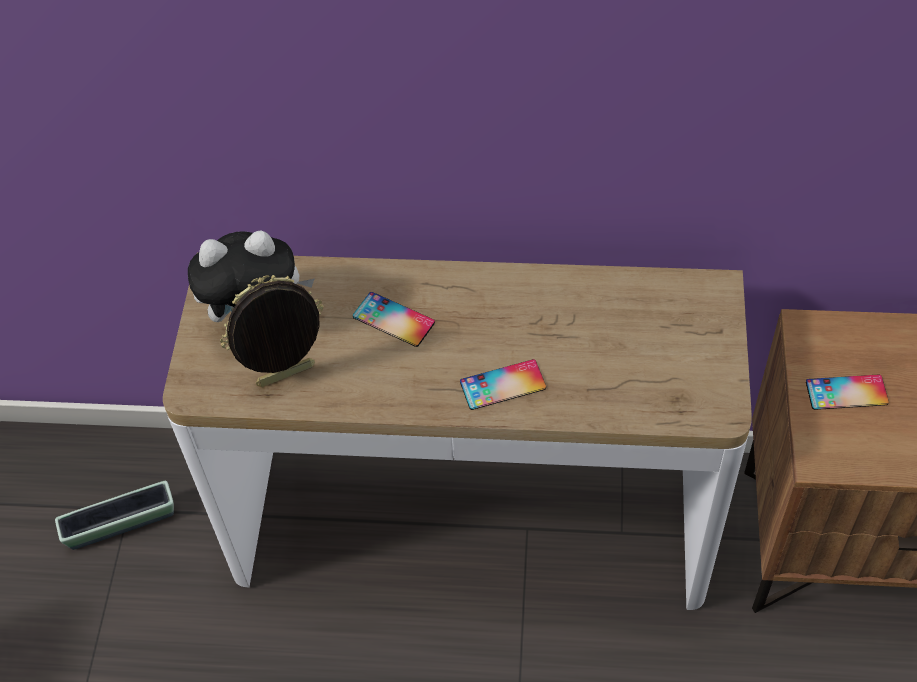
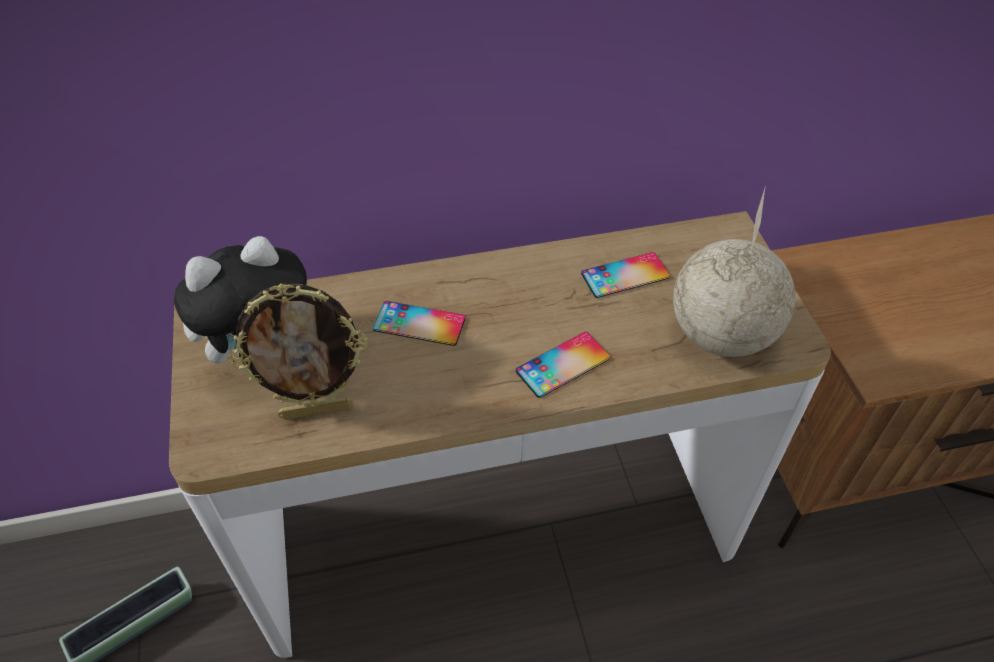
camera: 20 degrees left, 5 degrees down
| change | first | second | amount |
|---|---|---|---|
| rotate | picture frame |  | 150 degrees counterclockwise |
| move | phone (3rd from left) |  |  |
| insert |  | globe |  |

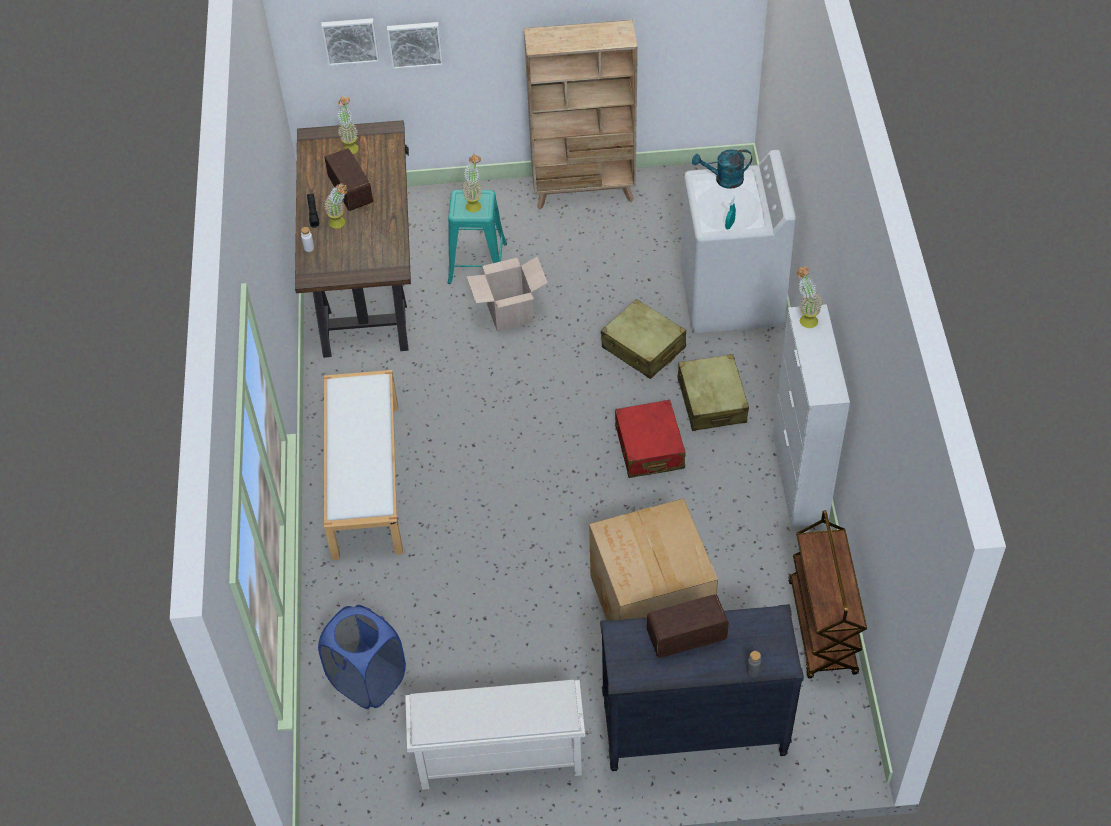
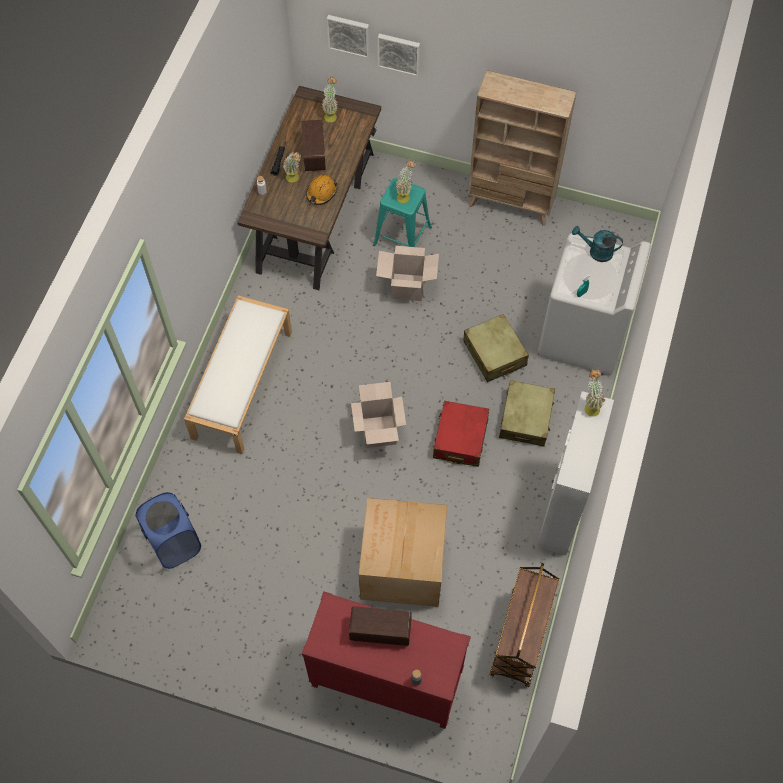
camera: 20 degrees right, 10 degrees up
| change | first | second | amount |
|---|---|---|---|
| recolor | dresser (black) | dresser (red) |  |
| delete | shoe rack (white) |  |  |
| insert |  | hard hat (orange) |  |
| insert |  | cardboard box (1st from left) |  |

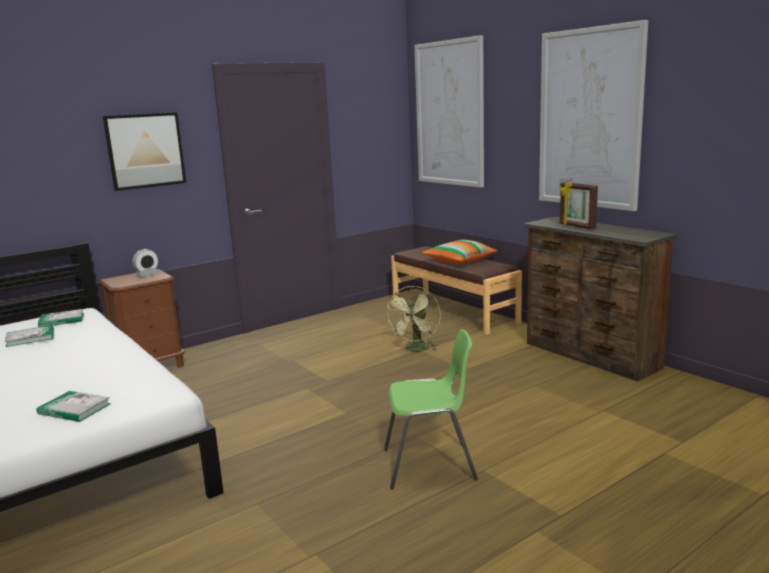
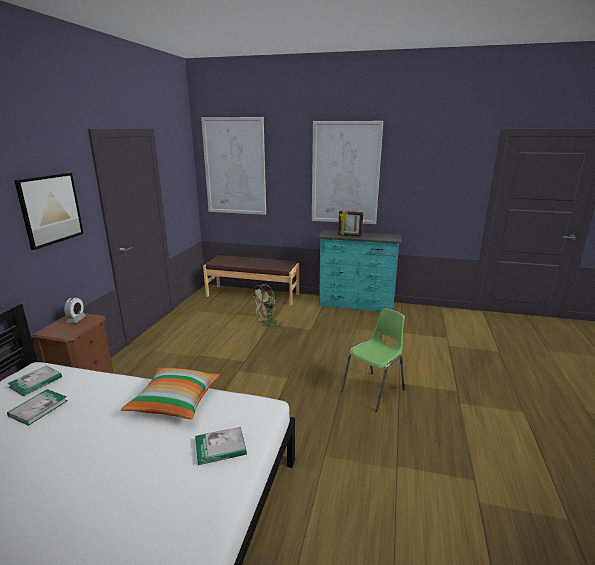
camera: 40 degrees left, 5 degrees up
| change | first | second | amount |
|---|---|---|---|
| recolor | dresser (brown) | dresser (turquoise) |  |
| move | pillow |  |  |
| rotate | fan (green) |  | 75 degrees clockwise |

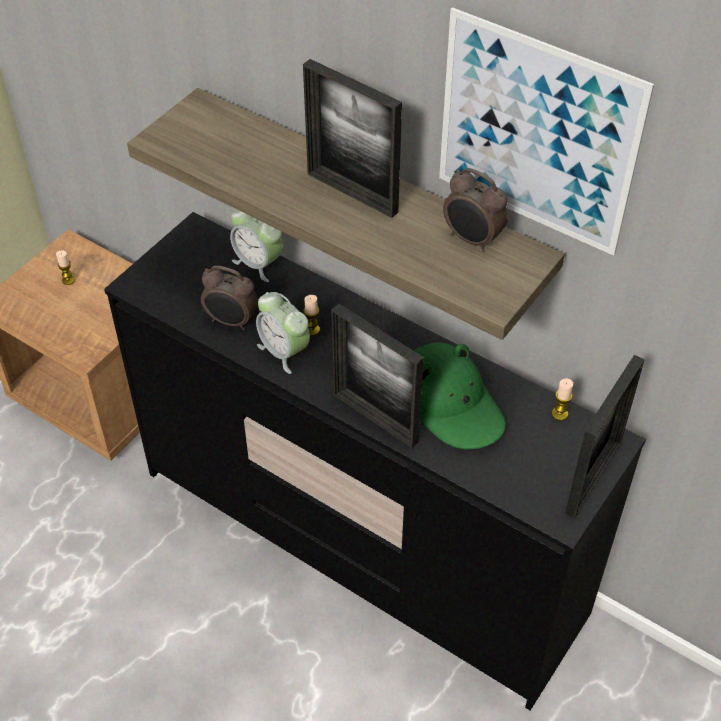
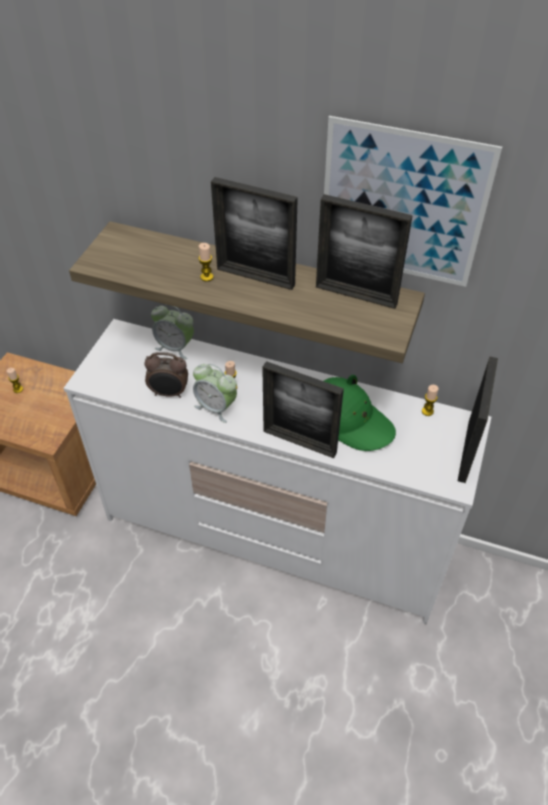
camera: 15 degrees left, 0 degrees up
| change | first | second | amount |
|---|---|---|---|
| replace | alarm clock (4th from left) | picture frame (3rd from left) |  |
| recolor | dresser (black) | dresser (white) |  |
| insert |  | candle (2nd from left) |  |

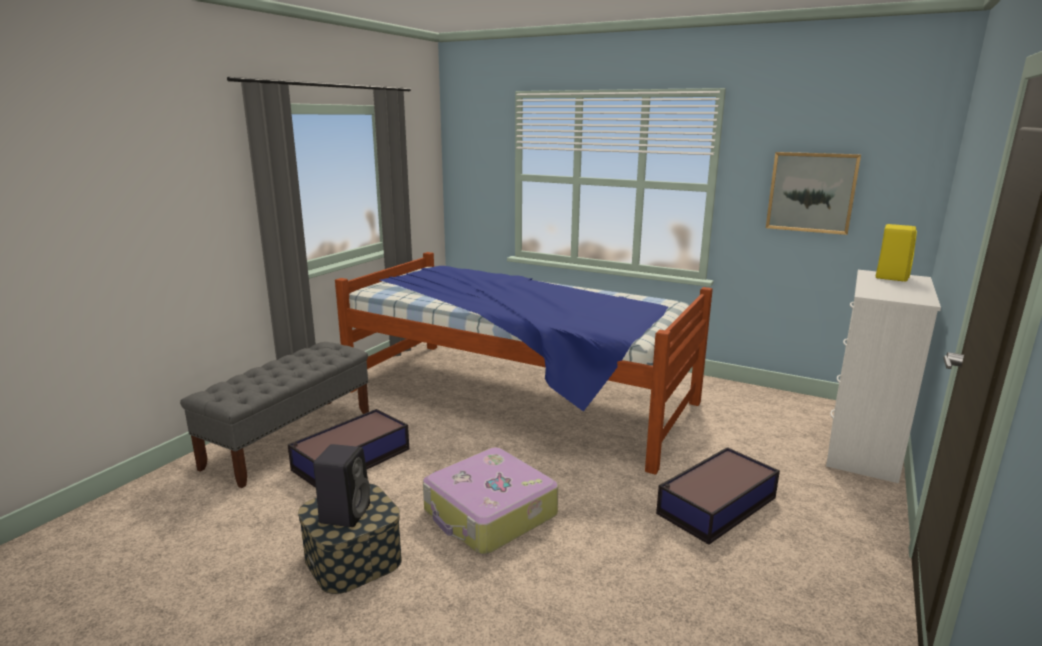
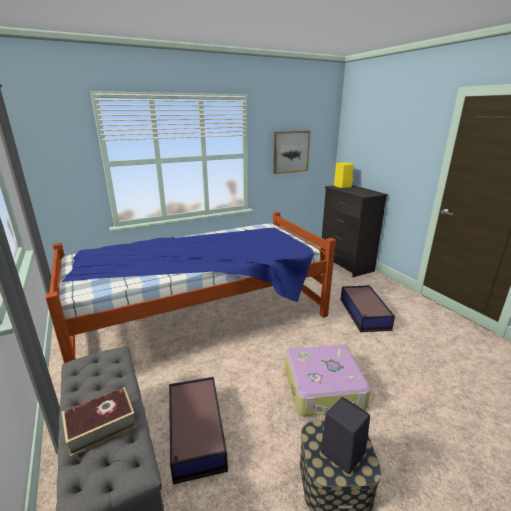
camera: 55 degrees left, 5 degrees up
| change | first | second | amount |
|---|---|---|---|
| recolor | dresser (white) | dresser (black) |  |
| insert |  | book |  |

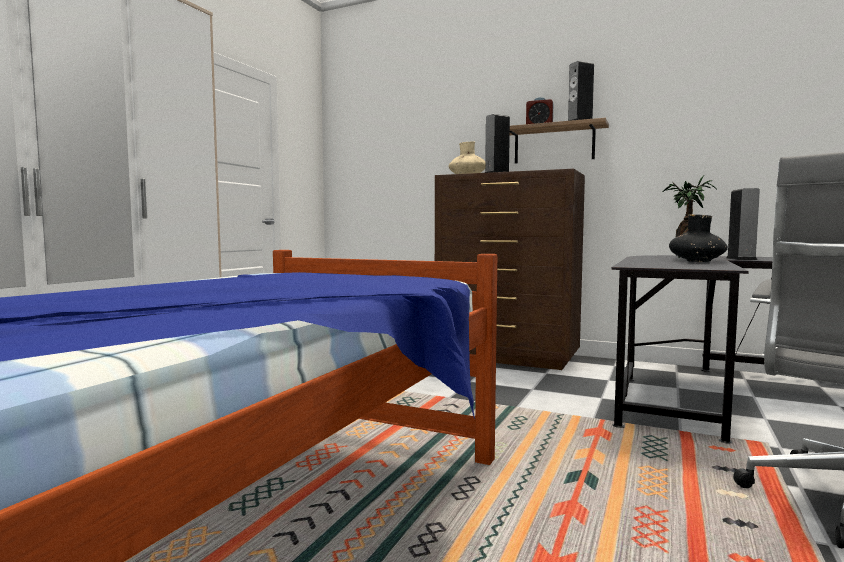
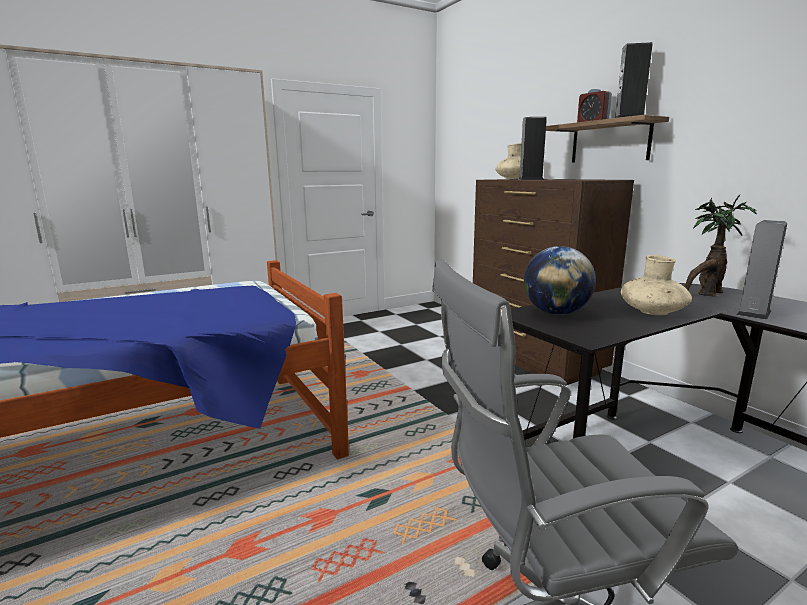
camera: 35 degrees right, 10 degrees up
| change | first | second | amount |
|---|---|---|---|
| recolor | vase (black) | vase (beige) (2nd from left) |  |
| insert |  | globe |  |

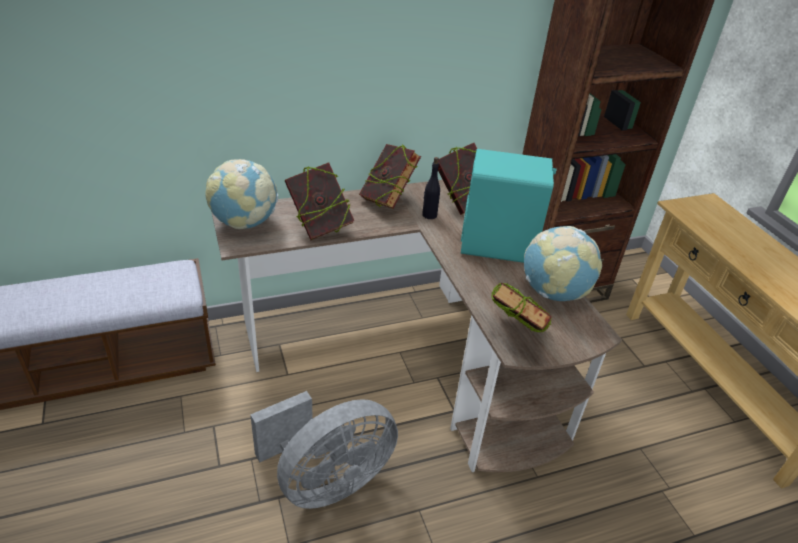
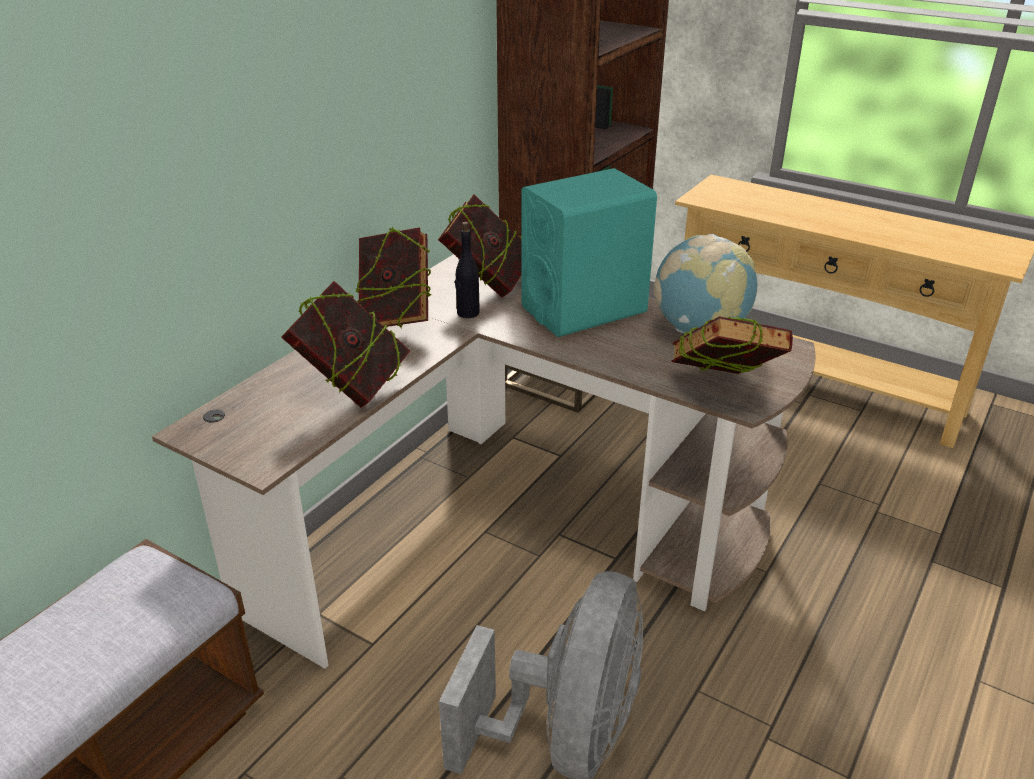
camera: 35 degrees left, 5 degrees down
| change | first | second | amount |
|---|---|---|---|
| delete | globe (1st from left) |  |  |

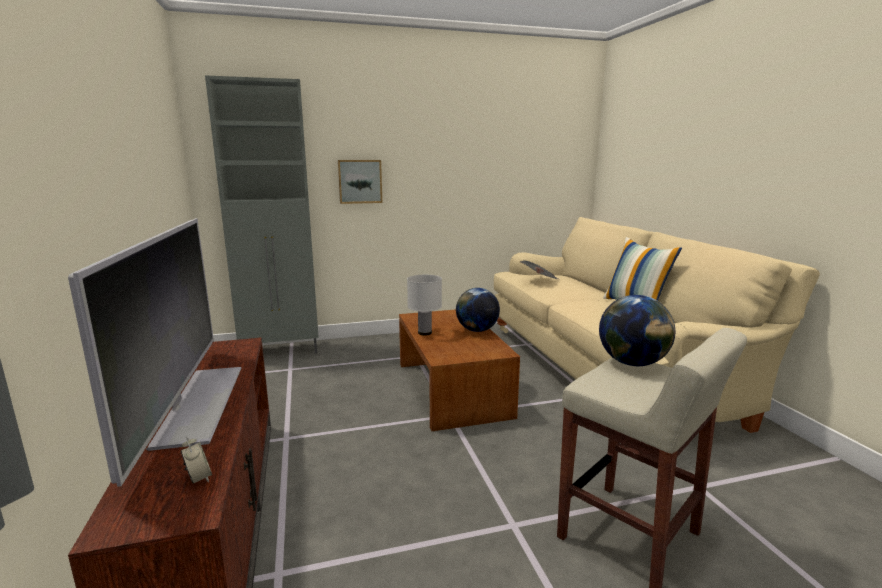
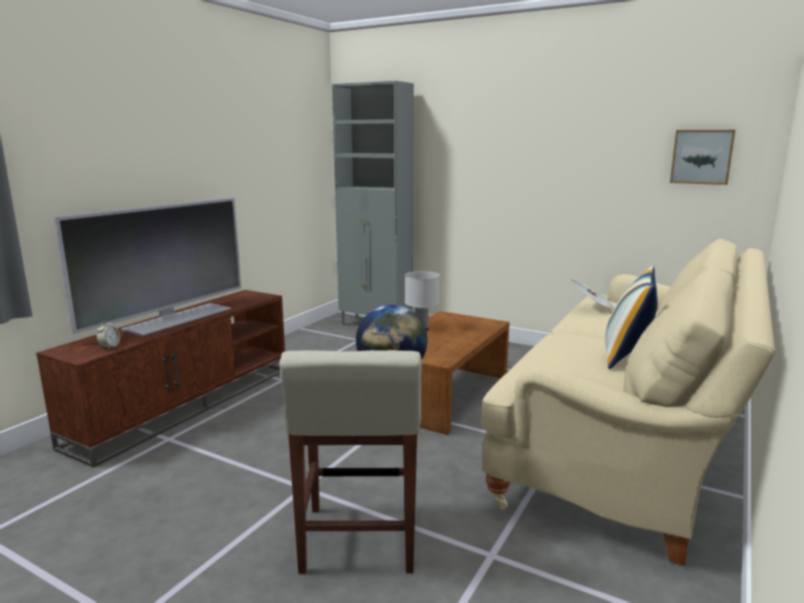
camera: 45 degrees right, 0 degrees up
| change | first | second | amount |
|---|---|---|---|
| move | picture |  |  |
| delete | globe (1st from left) |  |  |

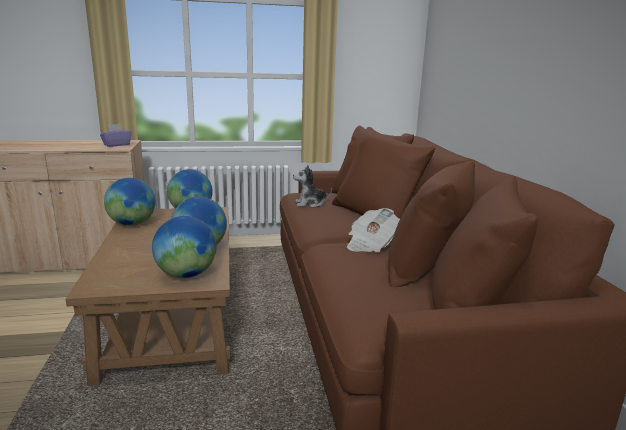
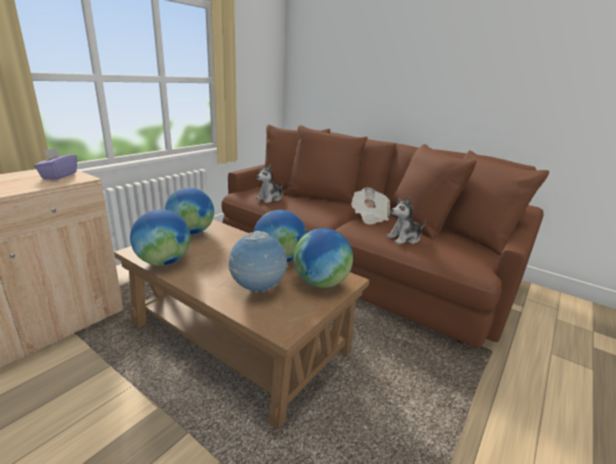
camera: 45 degrees left, 5 degrees up
| change | first | second | amount |
|---|---|---|---|
| insert |  | plush toy (2nd from left) |  |
| insert |  | globe (3rd from left) |  |

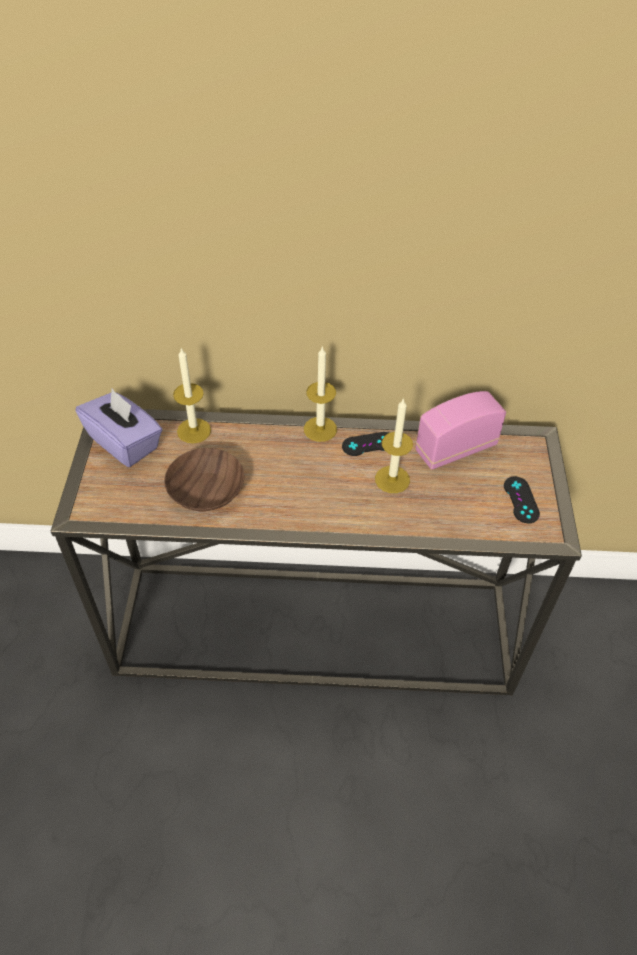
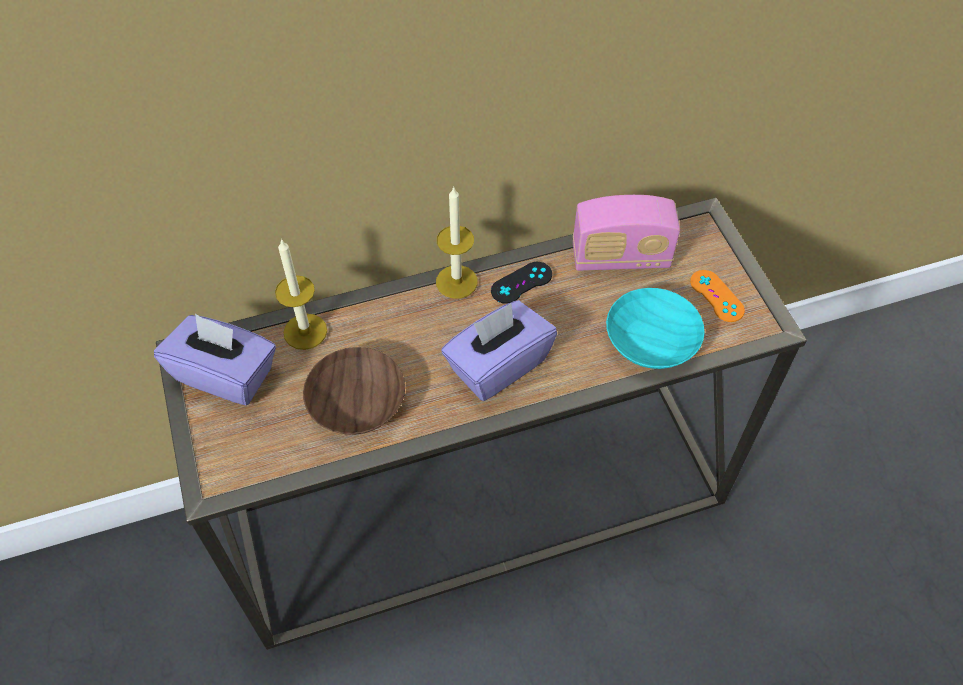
camera: 20 degrees left, 5 degrees up
| change | first | second | amount |
|---|---|---|---|
| rotate | radio |  | 135 degrees counterclockwise |
| delete | candle (3rd from left) |  |  |
| recolor | game controller (black) (2nd from left) | game controller (orange) |  |
| insert |  | bowl (turquoise) |  |
| insert |  | tissue box (purple) (2nd from left) |  |

